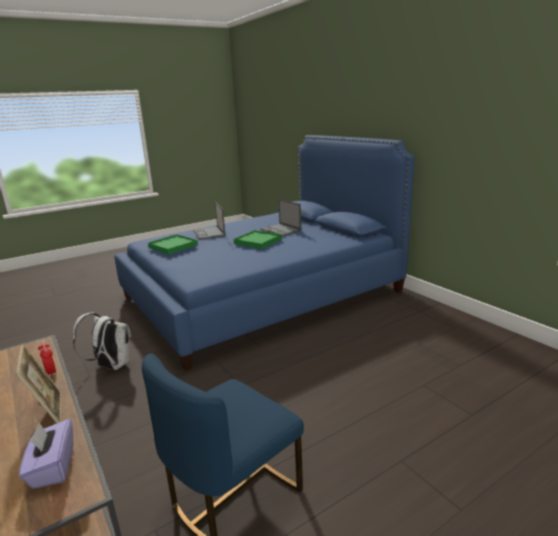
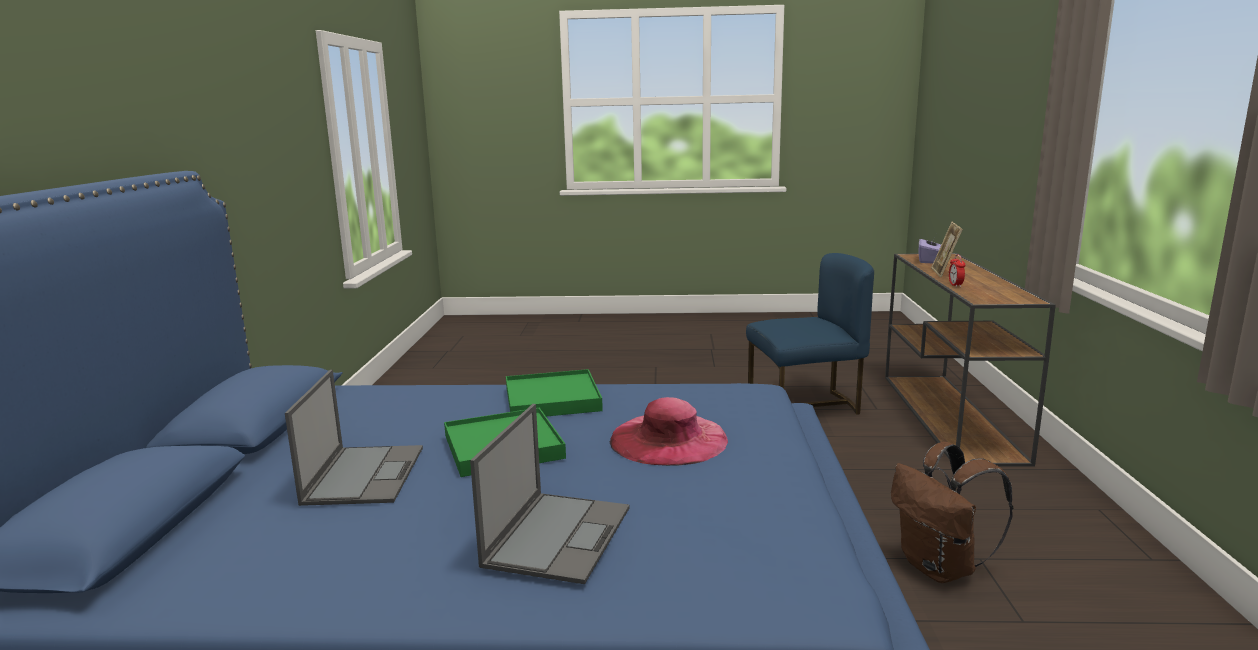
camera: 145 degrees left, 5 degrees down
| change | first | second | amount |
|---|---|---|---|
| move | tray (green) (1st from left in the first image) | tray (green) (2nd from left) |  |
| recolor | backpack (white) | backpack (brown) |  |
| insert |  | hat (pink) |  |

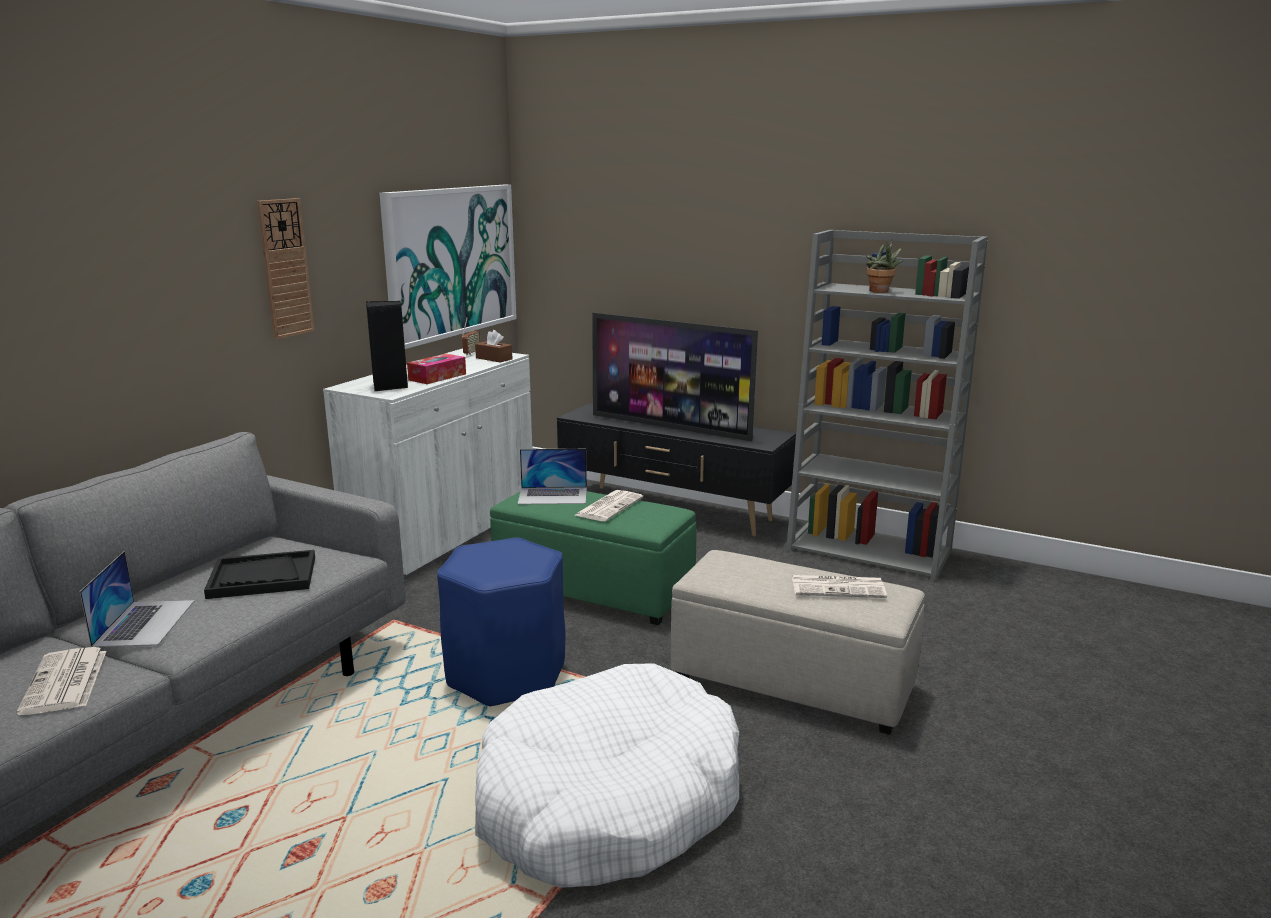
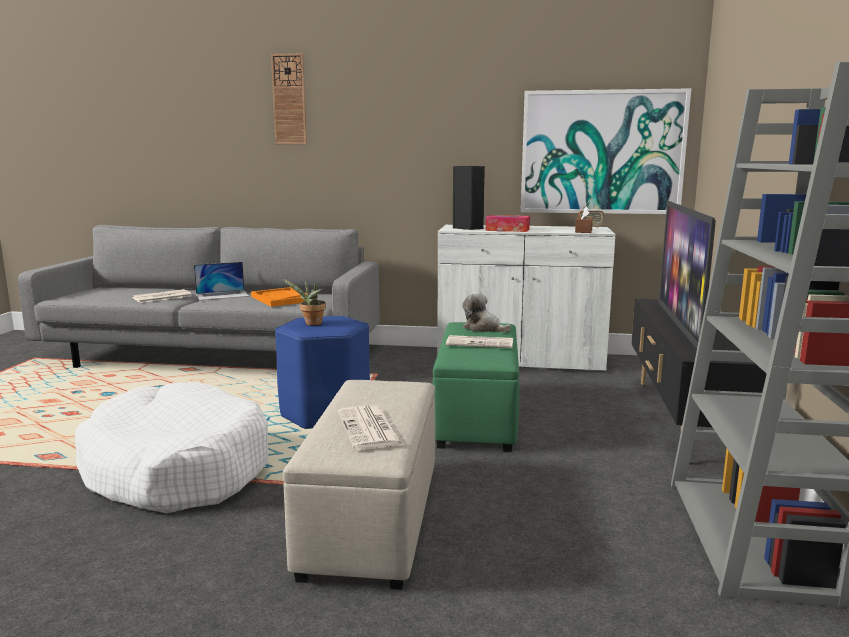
camera: 70 degrees right, 5 degrees down
| change | first | second | amount |
|---|---|---|---|
| move | wall clock |  |  |
| move | potted plant |  |  |
| replace | laptop (2nd from left) | plush toy |  |
| recolor | tray (black) | tray (orange) |  |

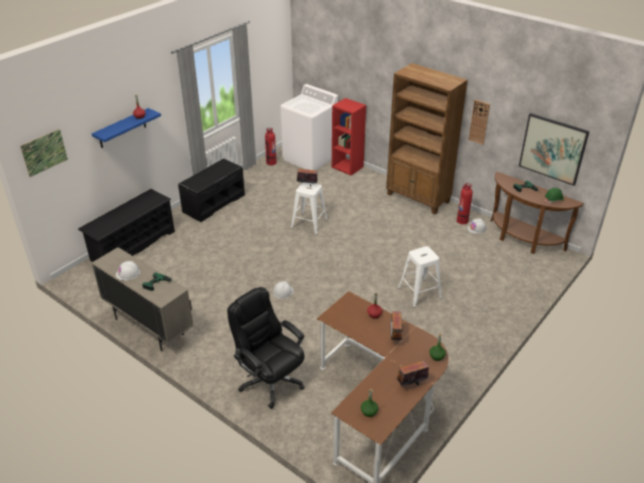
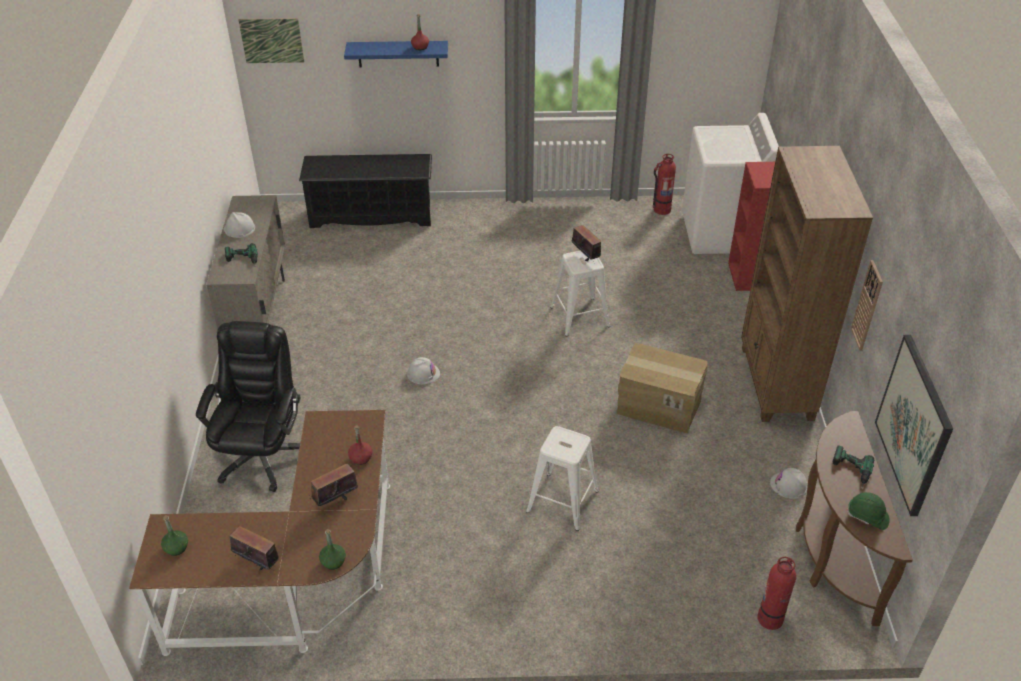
camera: 50 degrees right, 5 degrees up
| change | first | second | amount |
|---|---|---|---|
| delete | bench (black) |  |  |
| move | fire extinguisher (2nd from left) |  |  |
| insert |  | cardboard box |  |

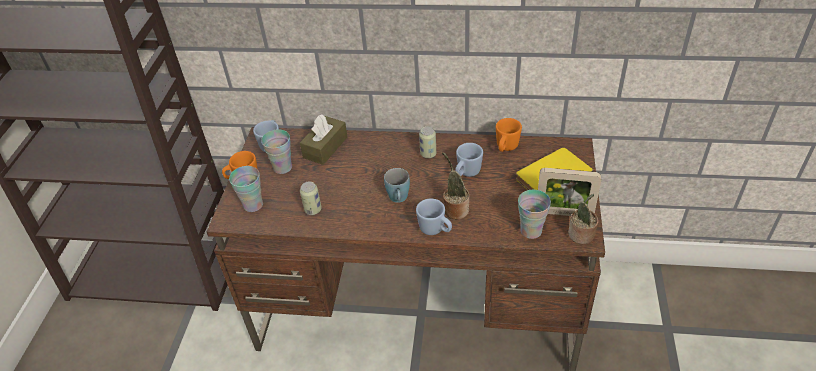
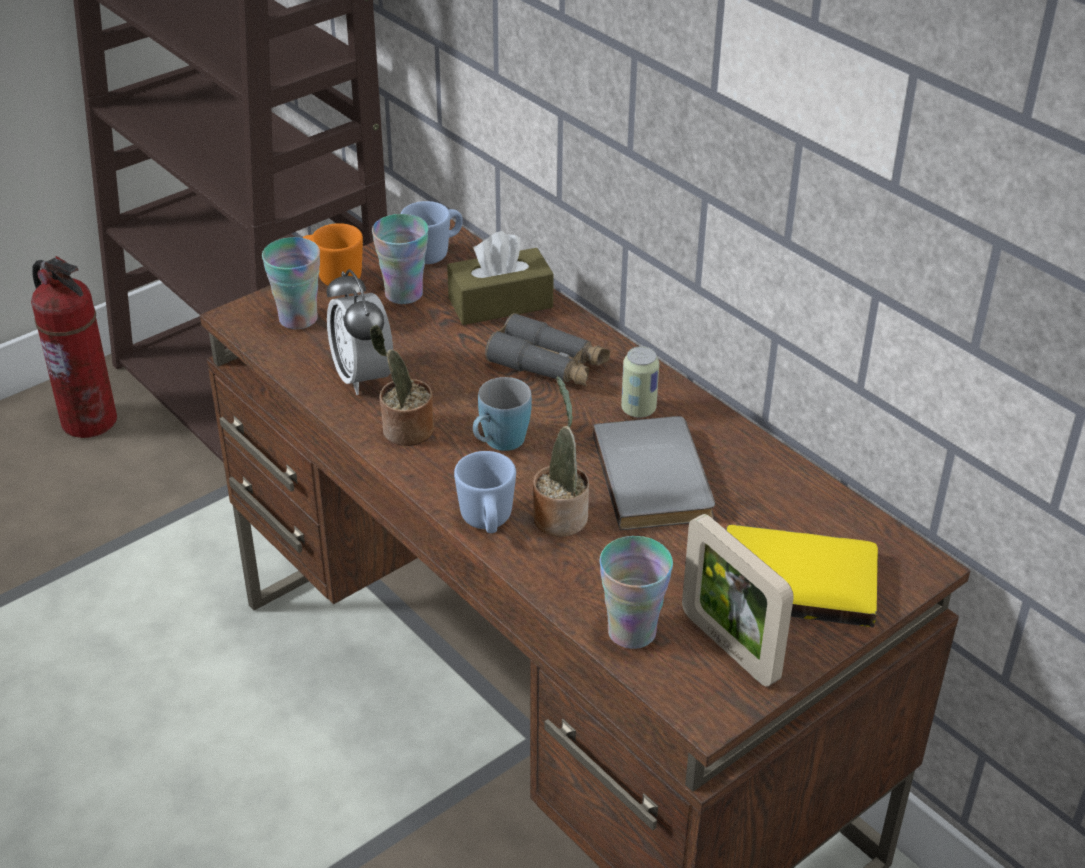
camera: 40 degrees right, 5 degrees down
| change | first | second | amount |
|---|---|---|---|
| delete | mug (orange) (2nd from left) |  |  |
| replace | mug (blue) (4th from left) | book (grey) |  |
| replace | can (1st from left) | alarm clock |  |
| move | potted plant (2nd from left in the first image) | potted plant (1st from left) |  |
| insert |  | fire extinguisher |  |
| insert |  | binoculars (grey) |  |

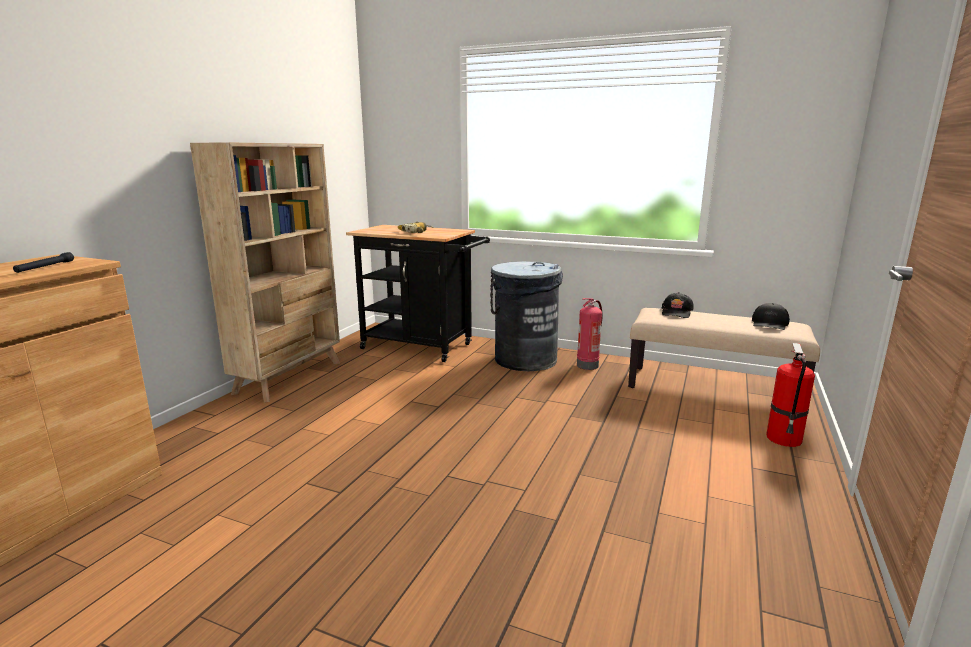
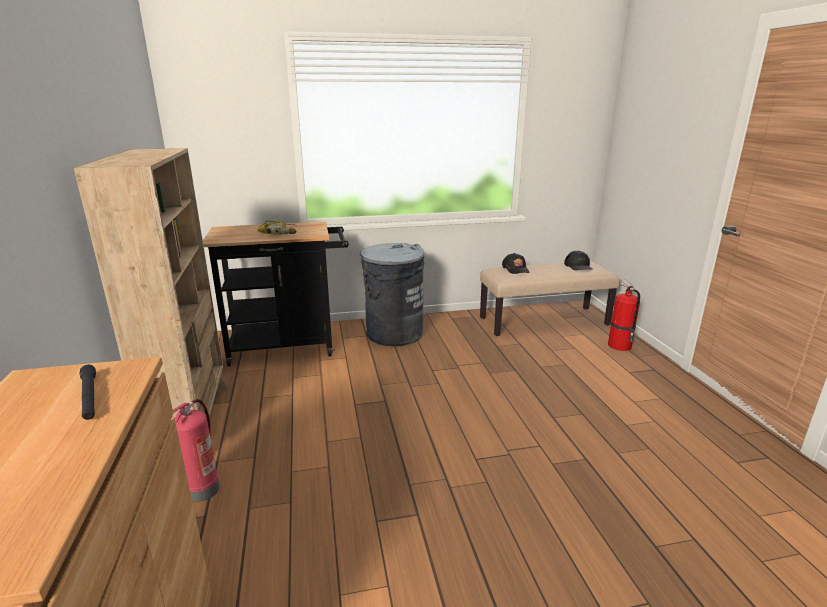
camera: 35 degrees left, 5 degrees up
| change | first | second | amount |
|---|---|---|---|
| move | fire extinguisher (1st from left) |  |  |

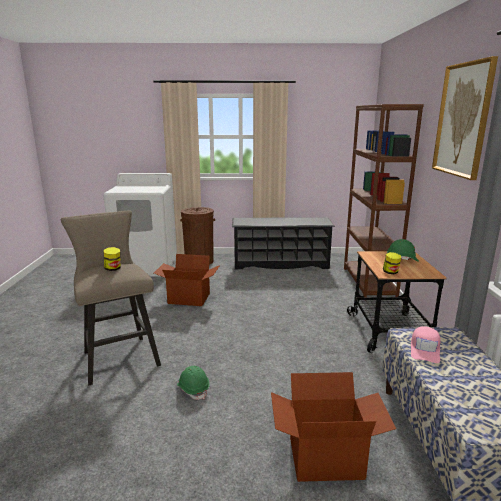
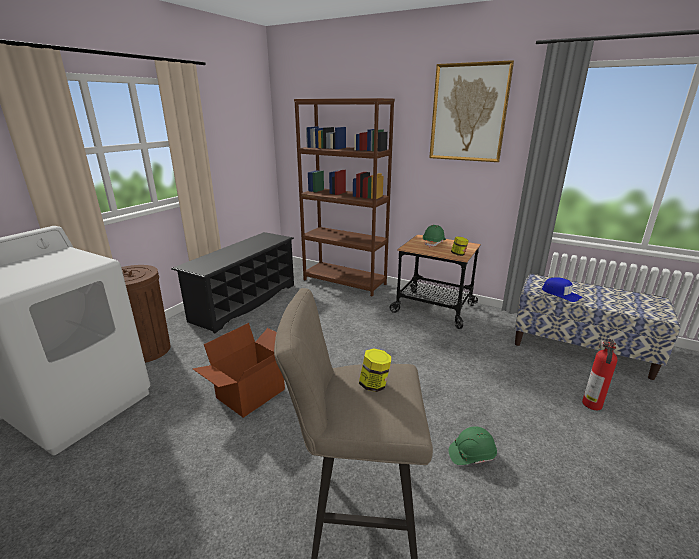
camera: 60 degrees left, 5 degrees up
| change | first | second | amount |
|---|---|---|---|
| recolor | cap (pink) | cap (blue) |  |
| replace | cardboard box (2nd from left) | fire extinguisher |  |

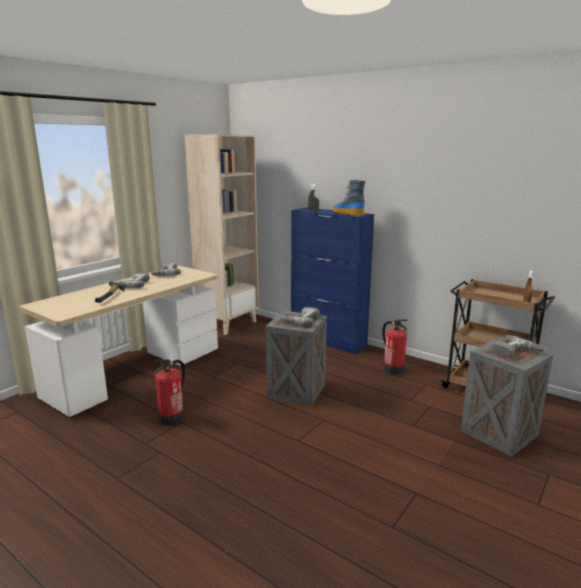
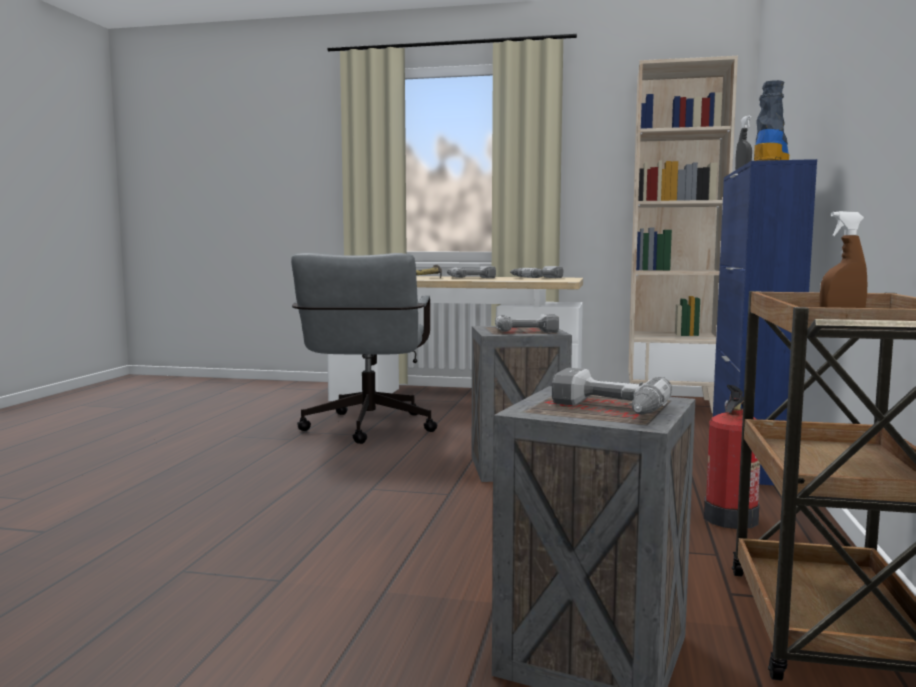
camera: 65 degrees right, 10 degrees down
| change | first | second | amount |
|---|---|---|---|
| replace | fire extinguisher (1st from left) | office chair (grey) |  |

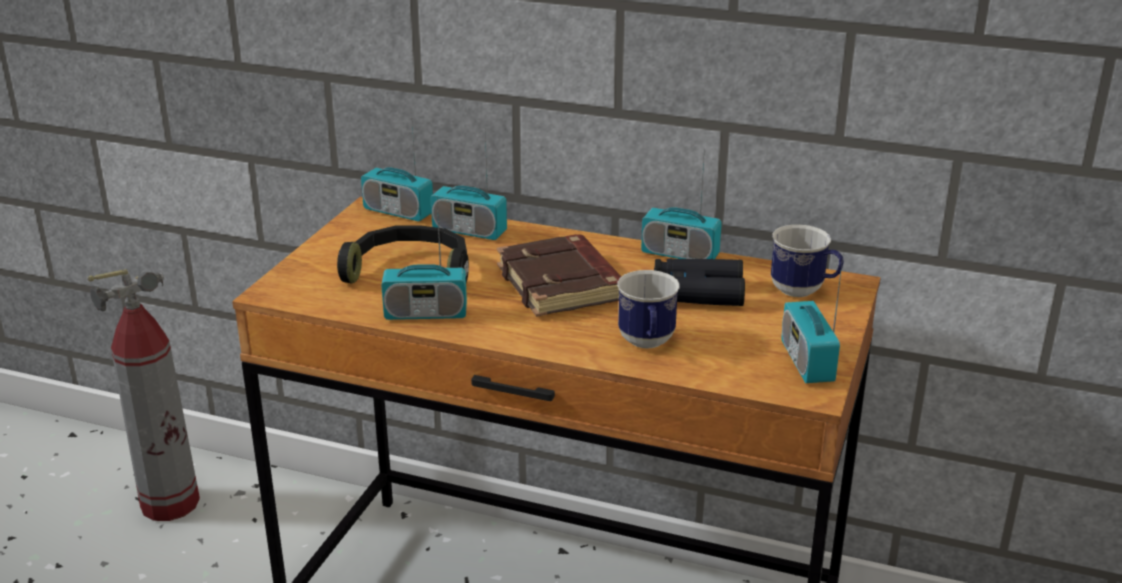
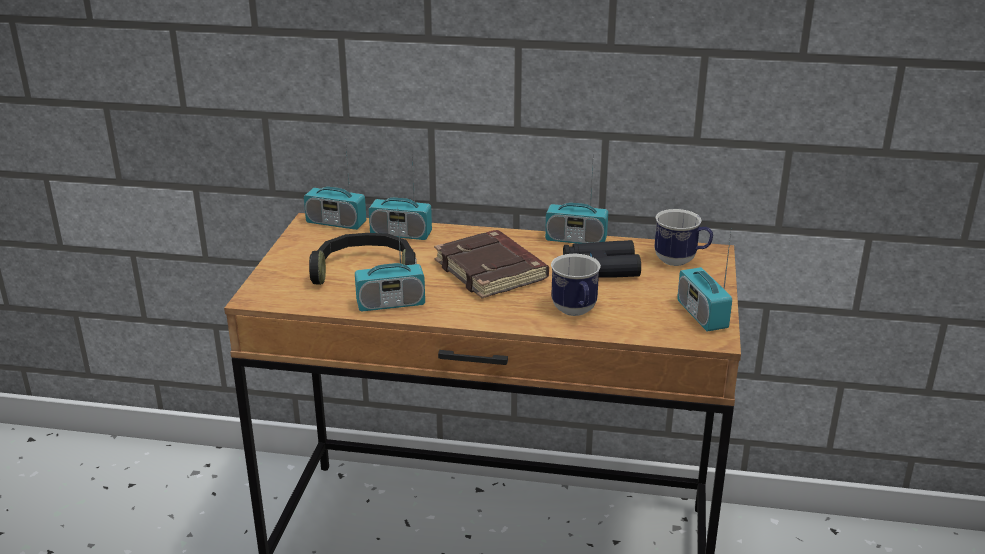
camera: 10 degrees left, 0 degrees up
| change | first | second | amount |
|---|---|---|---|
| delete | fire extinguisher |  |  |

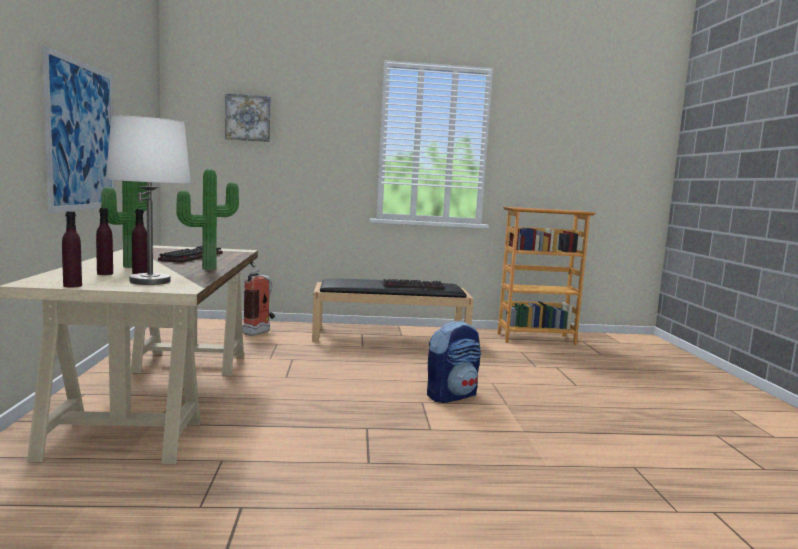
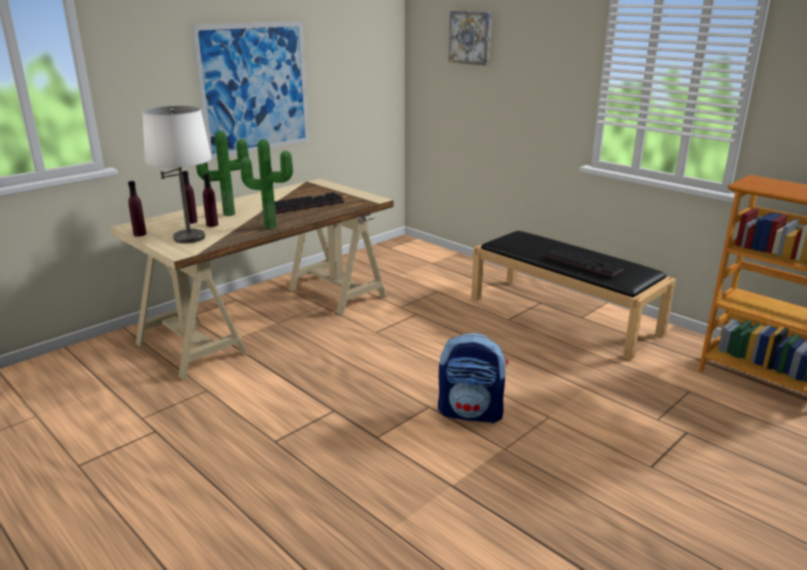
camera: 50 degrees right, 15 degrees up
| change | first | second | amount |
|---|---|---|---|
| delete | fire extinguisher |  |  |

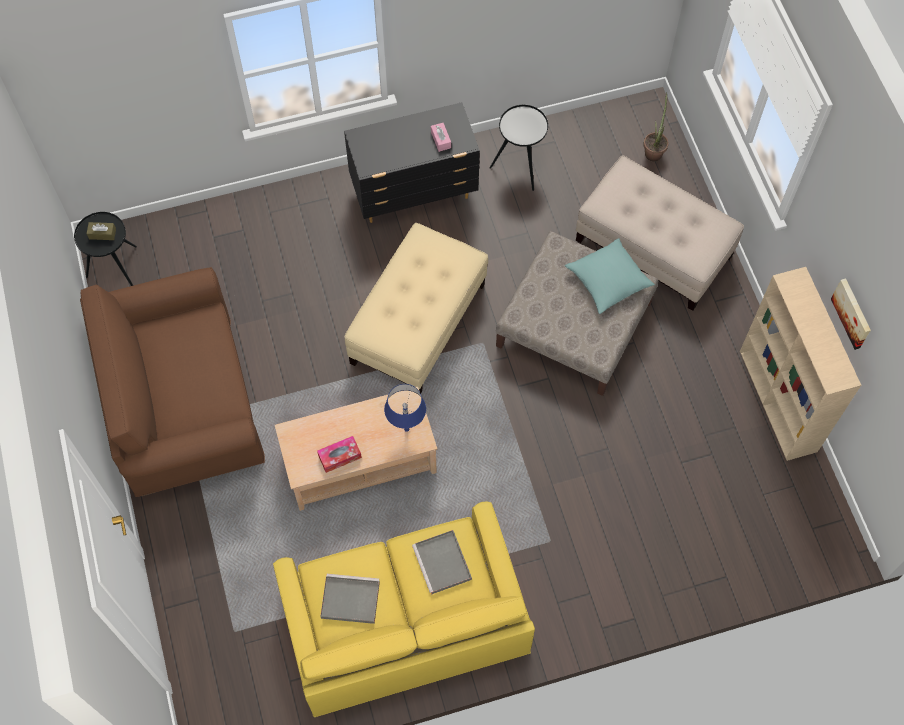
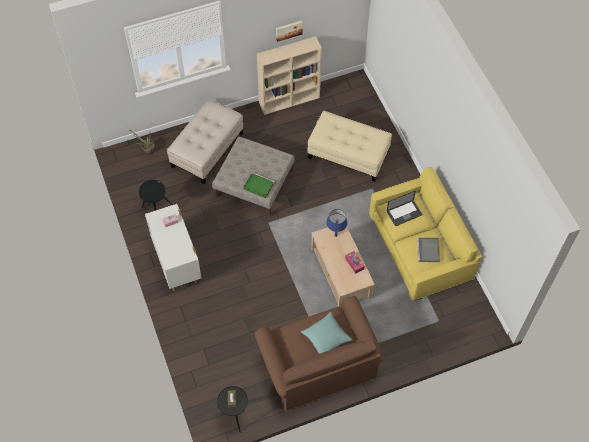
camera: 95 degrees left, 5 degrees down
| change | first | second | amount |
|---|---|---|---|
| recolor | dresser (black) | dresser (white) |  |
| move | ottoman (beige) (1st from left in the first image) | ottoman (beige) (3rd from left) |  |
| move | pillow (turquoise) |  |  |
| replace | tray (grey) (2nd from left) | laptop |  |
| insert |  | tray (green) |  |

